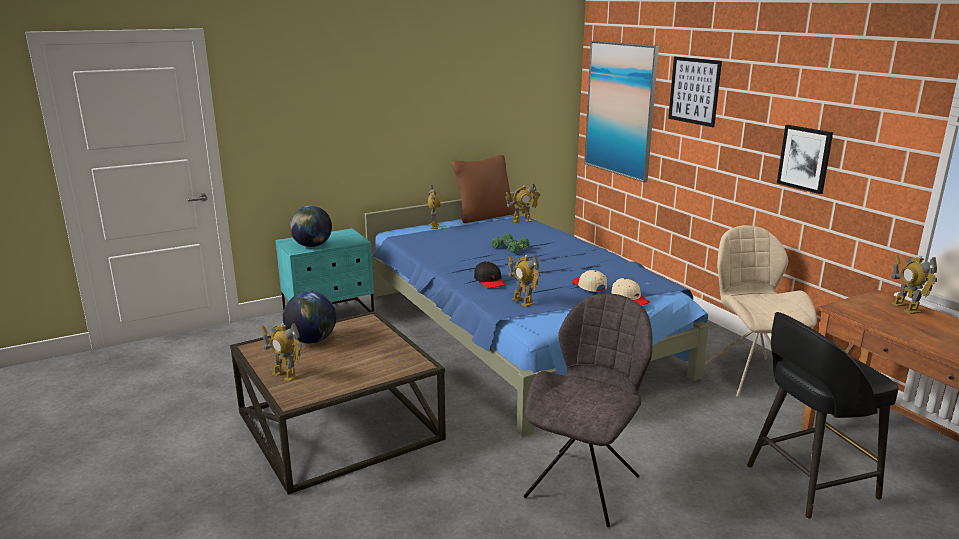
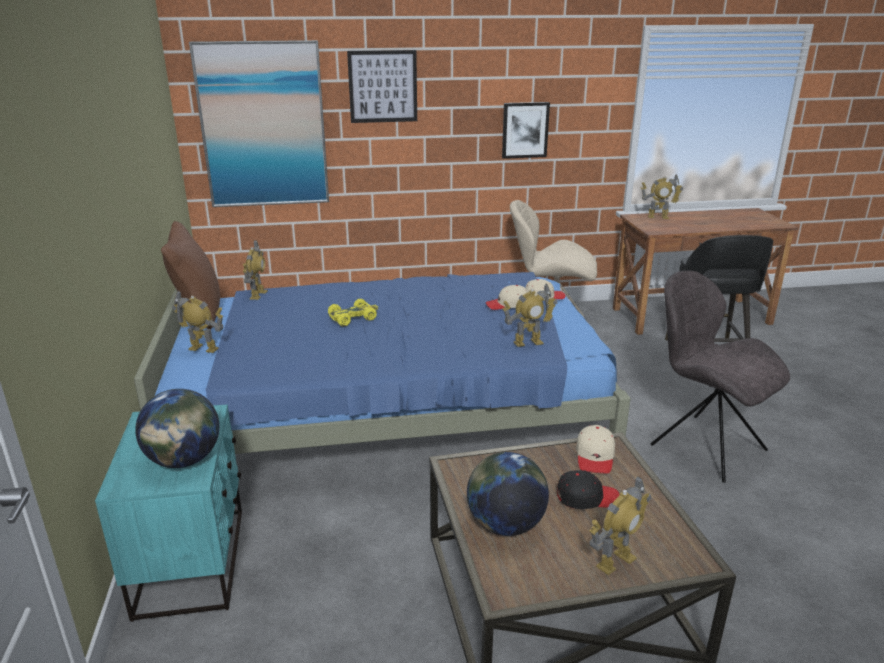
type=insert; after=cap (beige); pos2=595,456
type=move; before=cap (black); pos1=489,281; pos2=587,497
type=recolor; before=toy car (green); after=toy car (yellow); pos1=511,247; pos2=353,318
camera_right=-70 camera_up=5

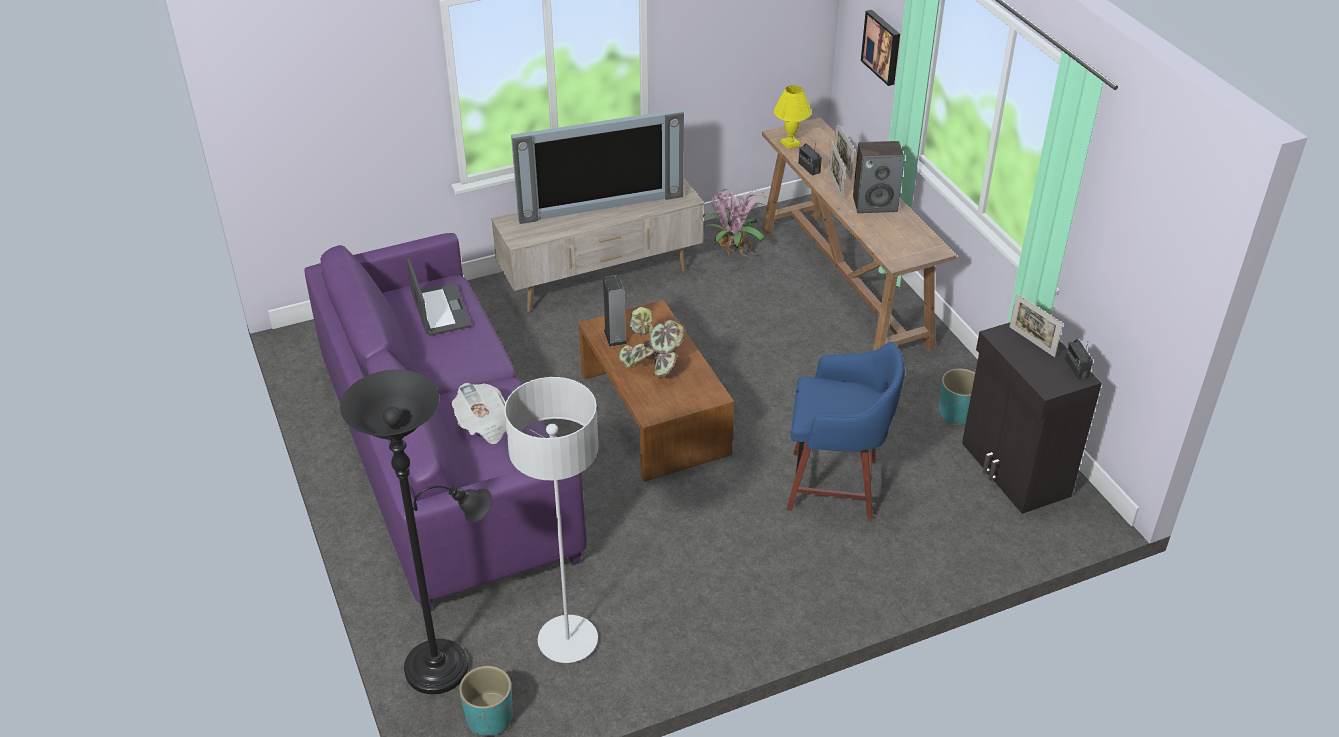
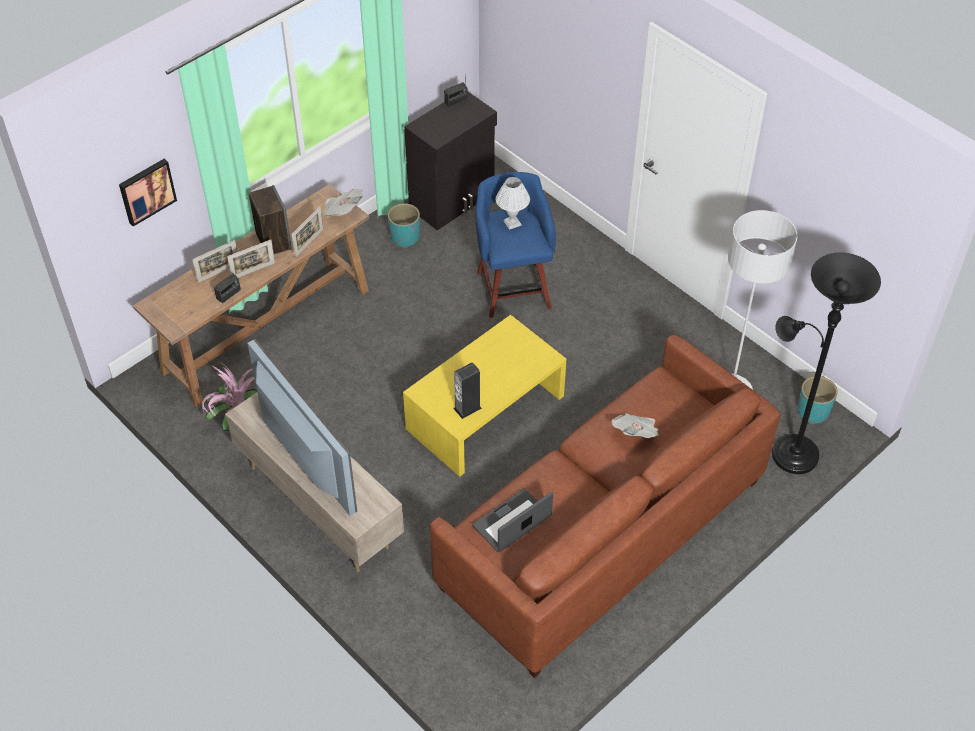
type=delete; before=potted plant; pos1=654,363
type=delete; before=table lamp (yellow); pos1=790,143
type=insert; after=newspaper; pos2=343,211
type=insert; after=table lamp (white); pos2=511,223
type=move; before=picture frame; pos1=1031,341; pos2=309,243
type=recolor; before=sofa (purple); after=sofa (brown); pos1=445,458; pos2=602,534
type=recolor; before=coffee table (brown); after=coffee table (yellow); pos1=653,414; pos2=486,413
camera_right=-110 camera_up=10

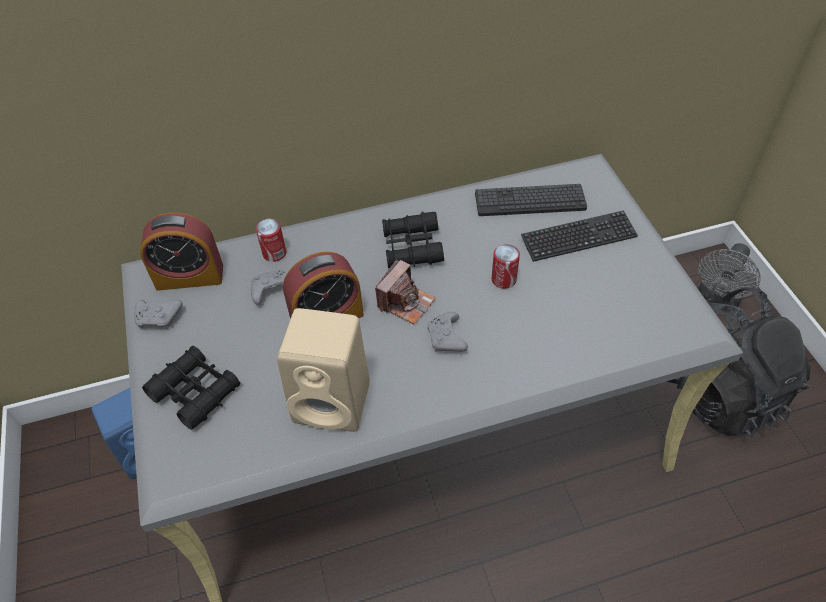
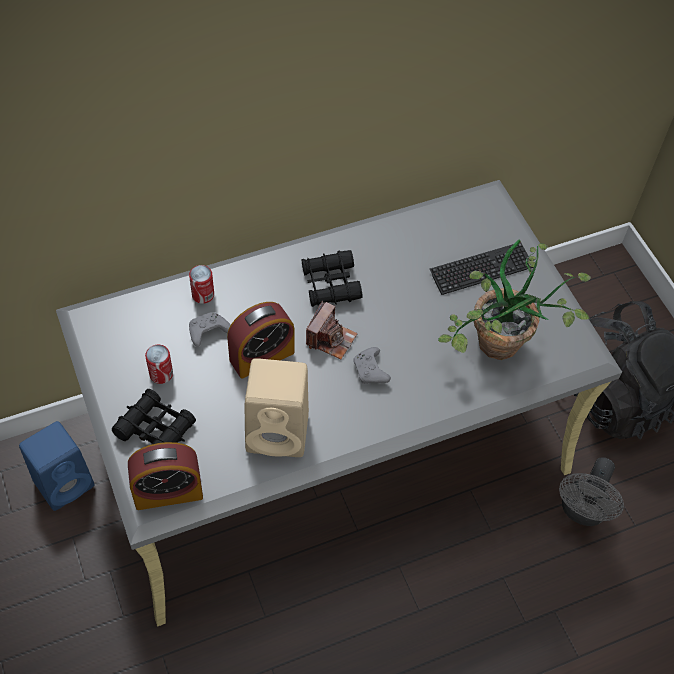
type=delete; before=game controller (grey); pos1=159,318
type=delete; before=keyboard; pos1=530,201
type=insert; after=potted plant; pos2=495,352
type=move; before=alarm clock; pos1=189,276; pos2=168,492
type=move; before=can; pos1=503,279; pos2=161,374
type=move; before=fan (grey); pos1=716,301; pos2=582,512
camera_right=-10 camera_up=5

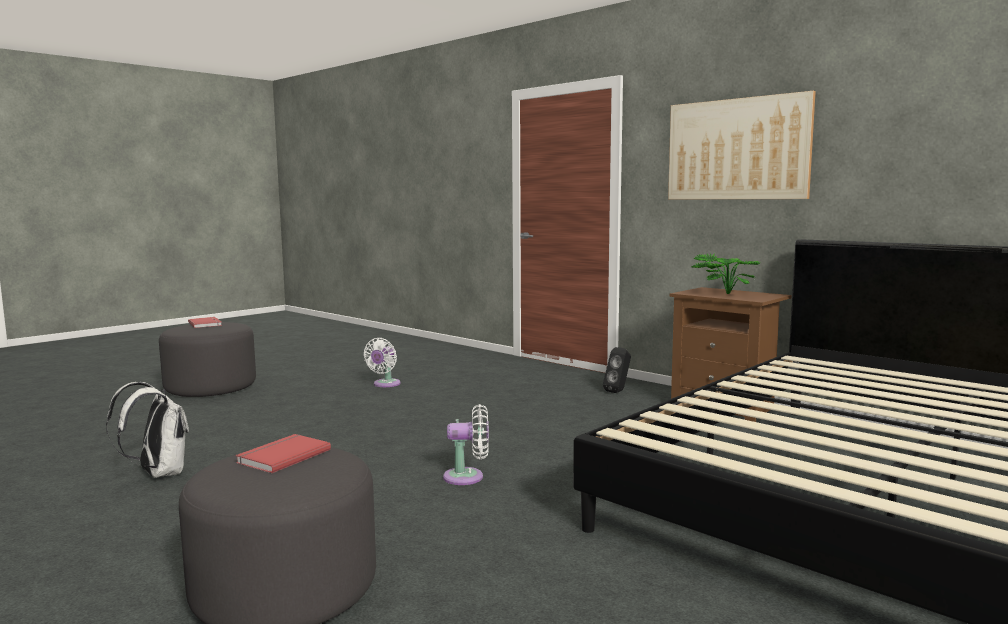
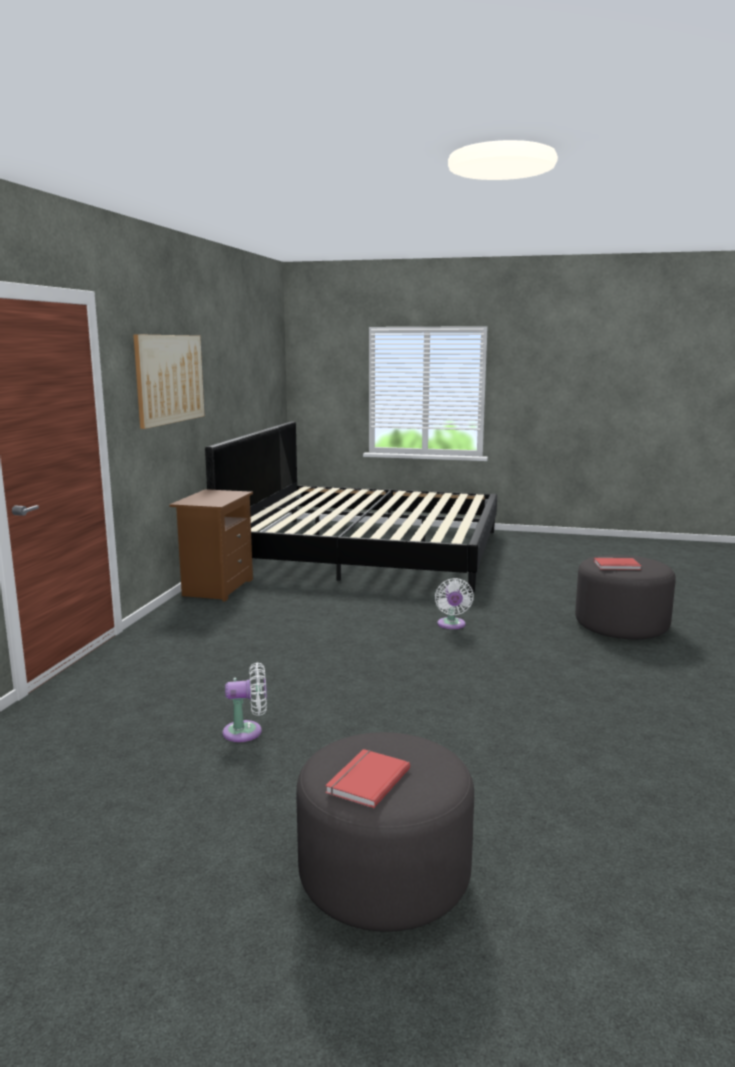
type=delete; before=backpack (white); pos1=158,474
type=delete; before=speaker (black); pos1=618,391
type=delete; before=potted plant; pos1=723,294
type=rotate; before=fan (white); pos1=468,477; pos2=451,625; turn=-150
camera_right=-120 camera_up=5

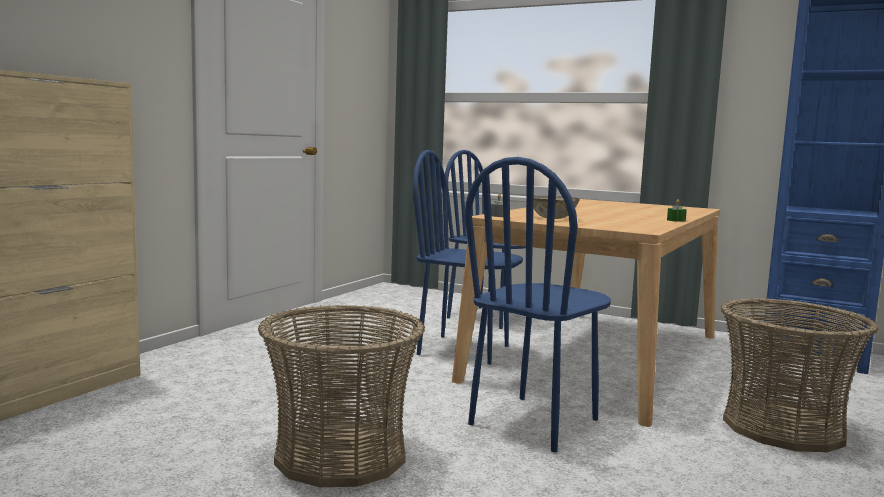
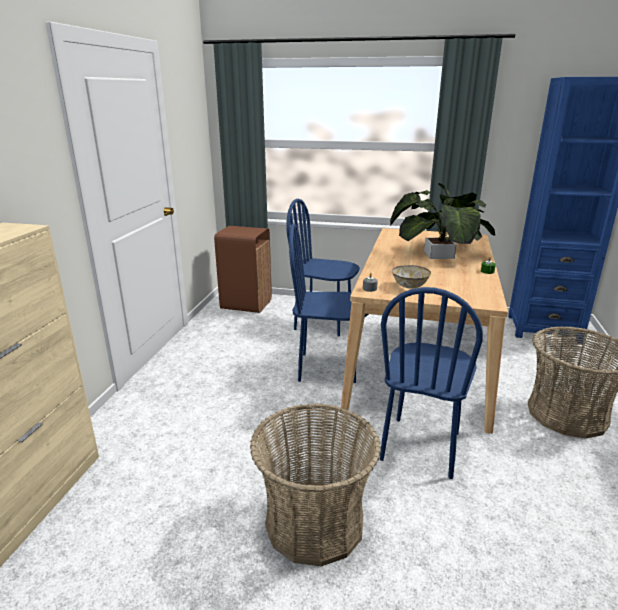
type=insert; after=trash can (brown); pos2=246,304
type=insert; after=potted plant; pos2=439,255
camera_right=-15 camera_up=15

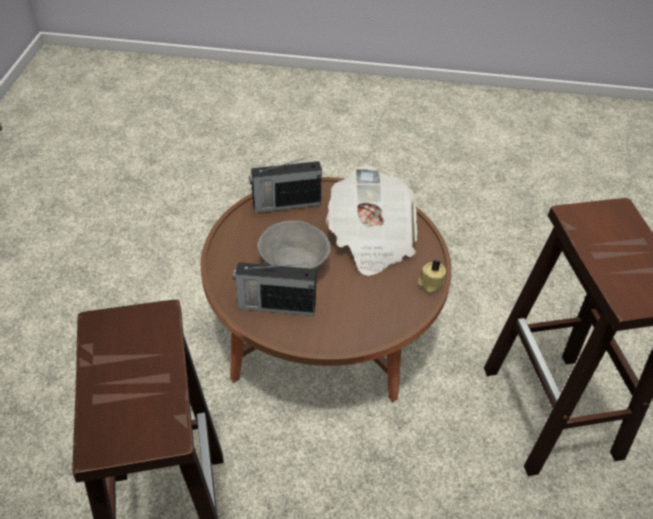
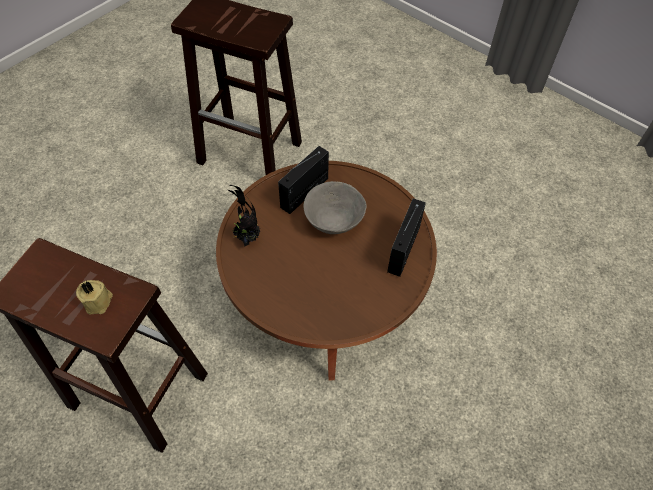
type=delete; before=newspaper; pos1=371,240
type=insert; after=potted plant; pos2=246,237
type=move; before=candle (beige); pos1=430,283; pos2=99,302
camera_right=125 camera_up=10

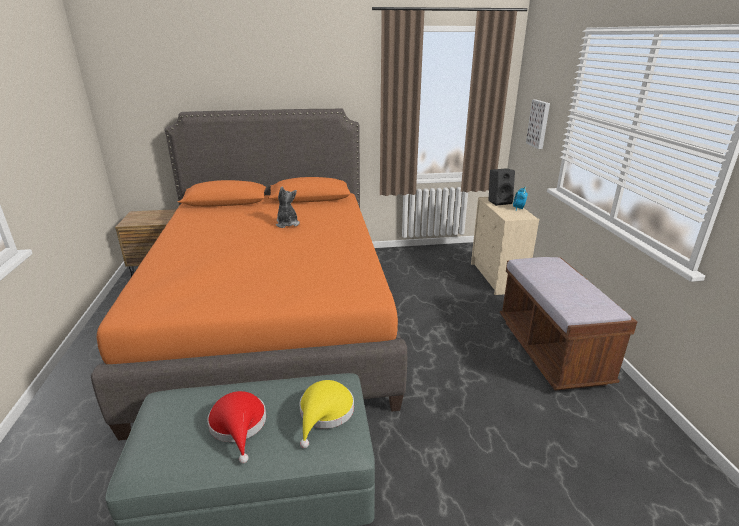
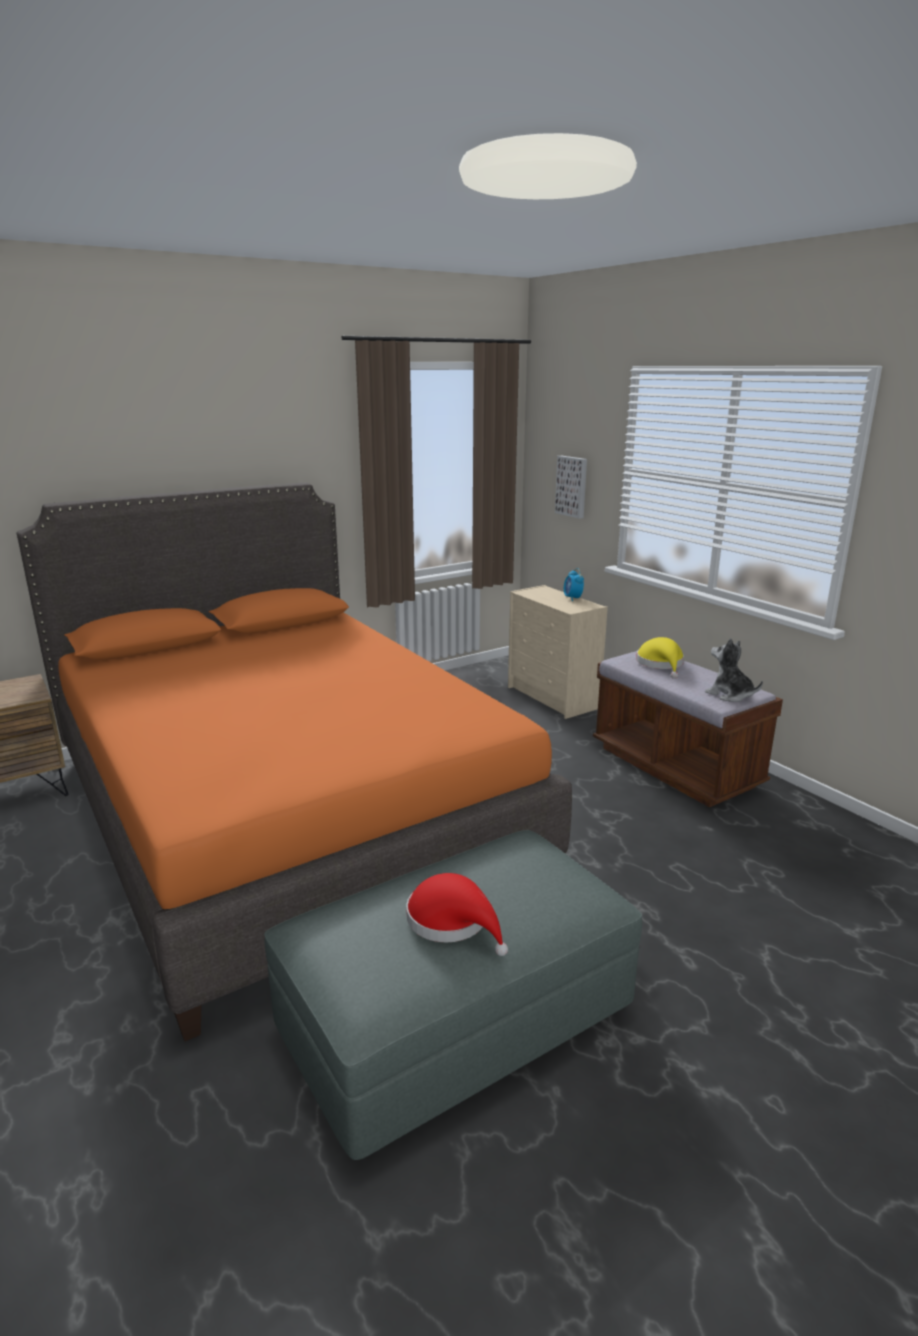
type=delete; before=speaker (black); pos1=499,201
type=move; before=plush toy; pos1=287,224; pos2=729,695
type=move; before=hat (yellow); pos1=325,413; pos2=661,664
camera_right=-25 camera_up=-5

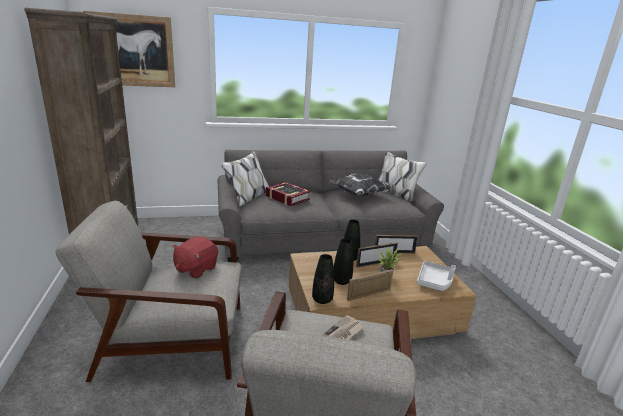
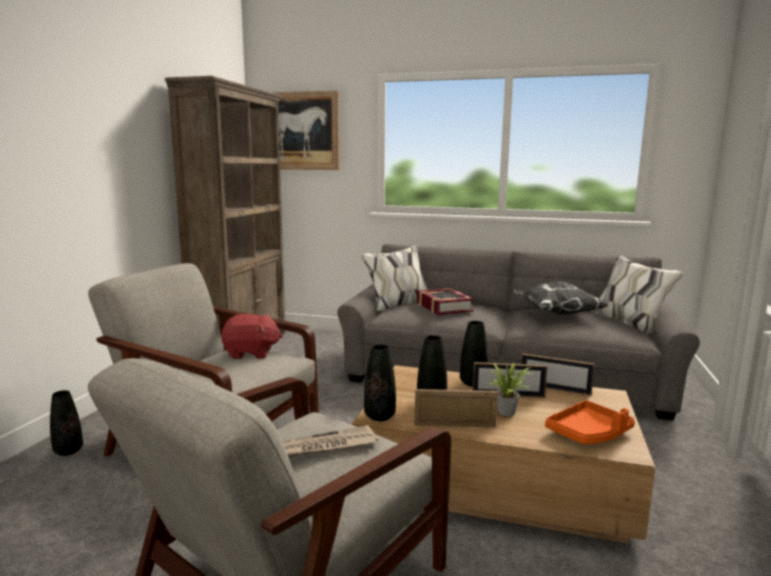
type=insert; after=vase (black); pos2=68,451
type=recolor; before=tray (grey); after=tray (orange); pos1=435,281; pos2=589,433
type=rotate; before=plush toy (red); pos1=195,269; pos2=251,353; turn=-150
camera_right=30 camera_up=-10

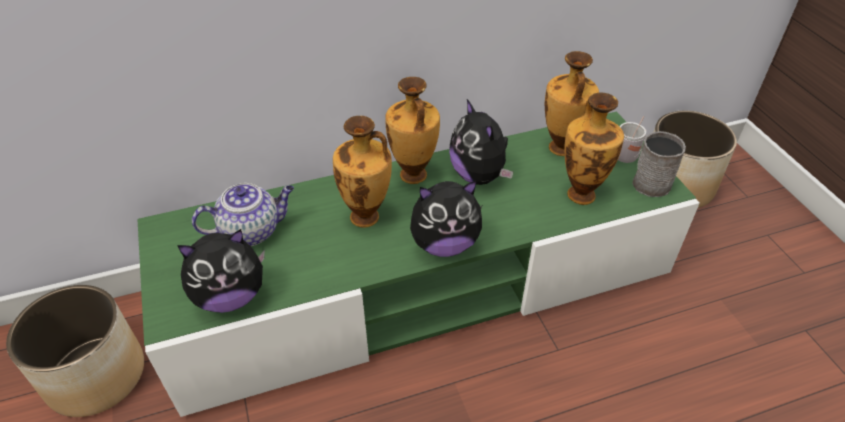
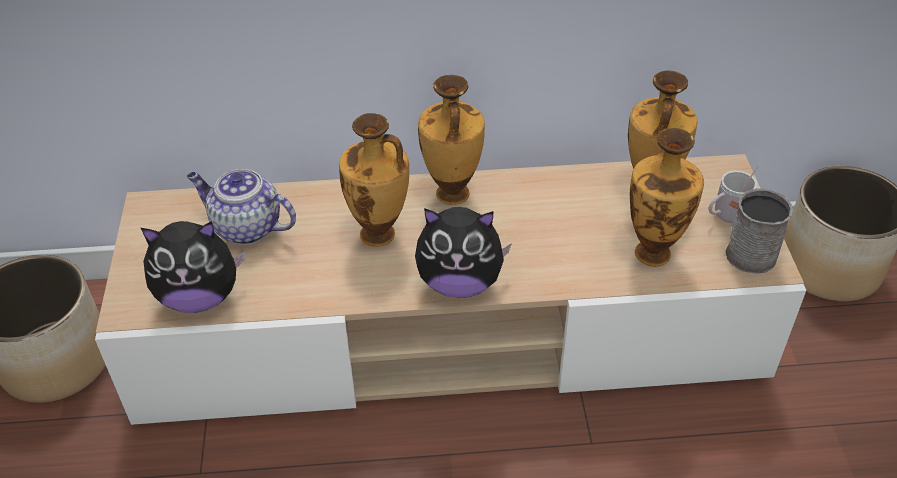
type=delete; before=plush toy; pos1=479,175
type=recolor; before=tv stand (green); after=tv stand (beige); pos1=422,285; pos2=449,332
type=rotate; before=teapot; pos1=252,230; pos2=245,227; turn=-150
camera_right=15 camera_up=0

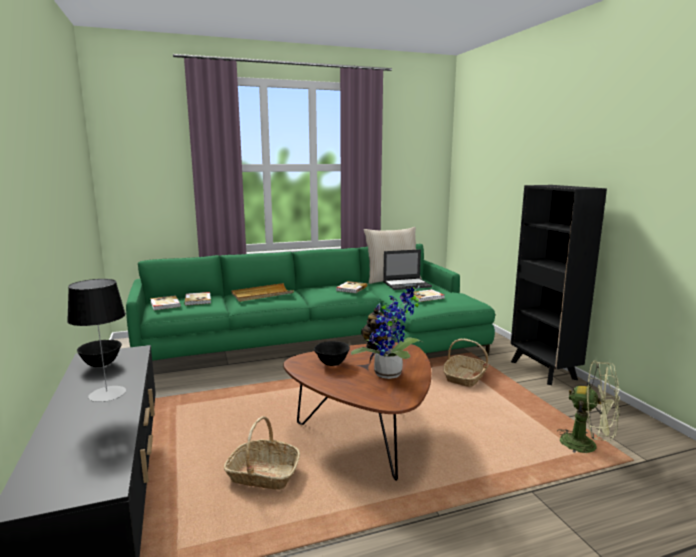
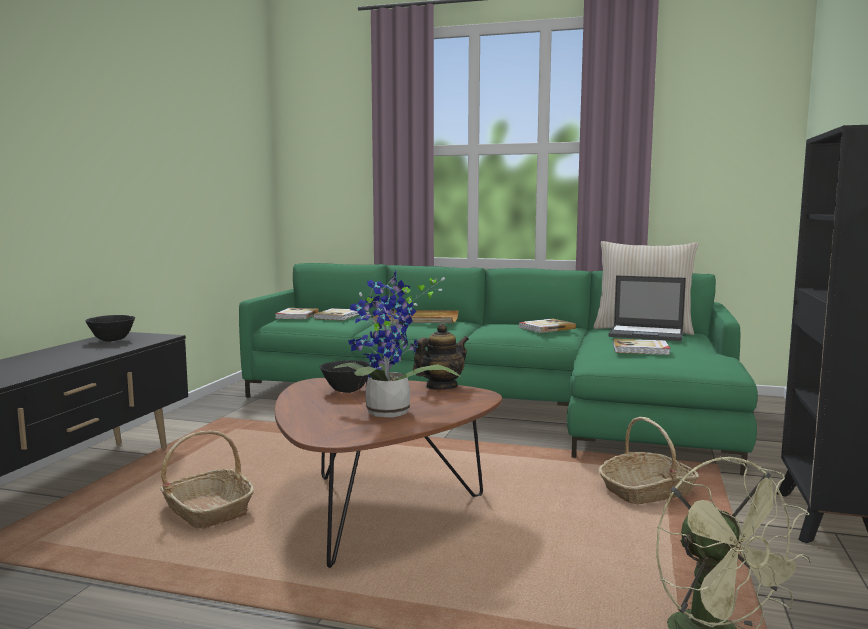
type=delete; before=table lamp; pos1=107,394
camera_right=35 camera_up=-5

